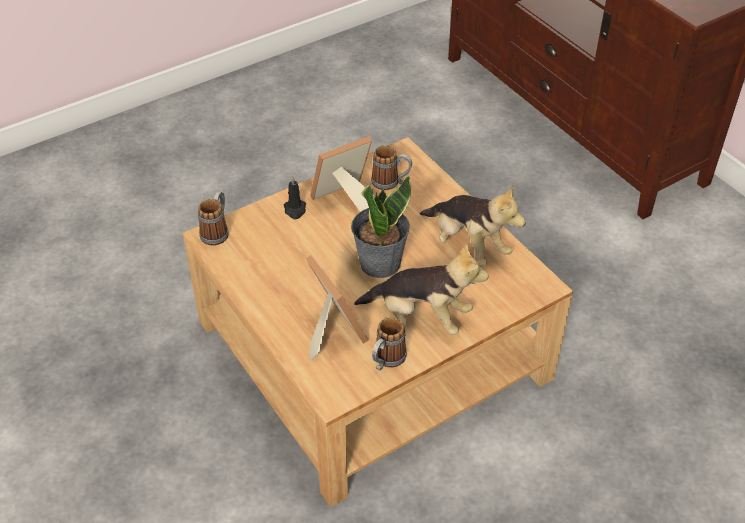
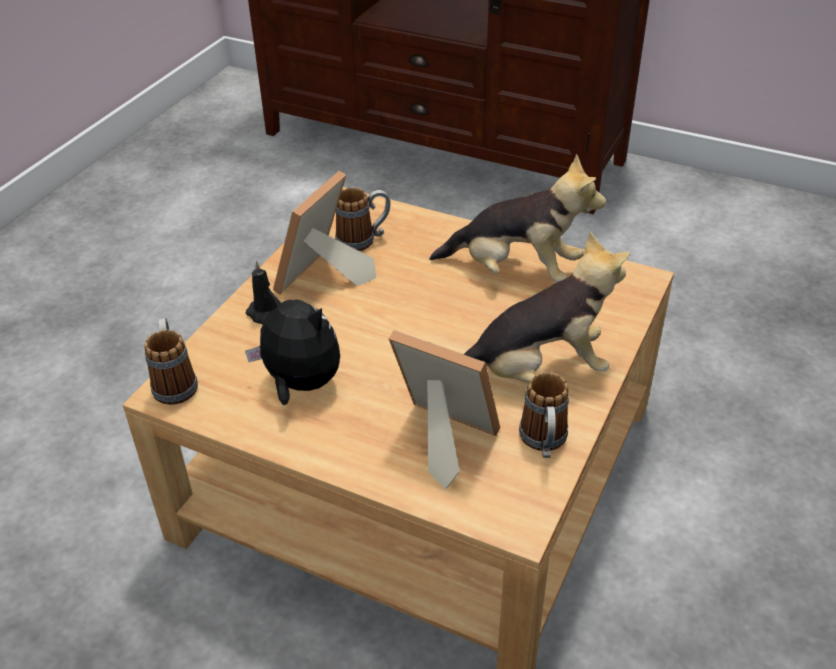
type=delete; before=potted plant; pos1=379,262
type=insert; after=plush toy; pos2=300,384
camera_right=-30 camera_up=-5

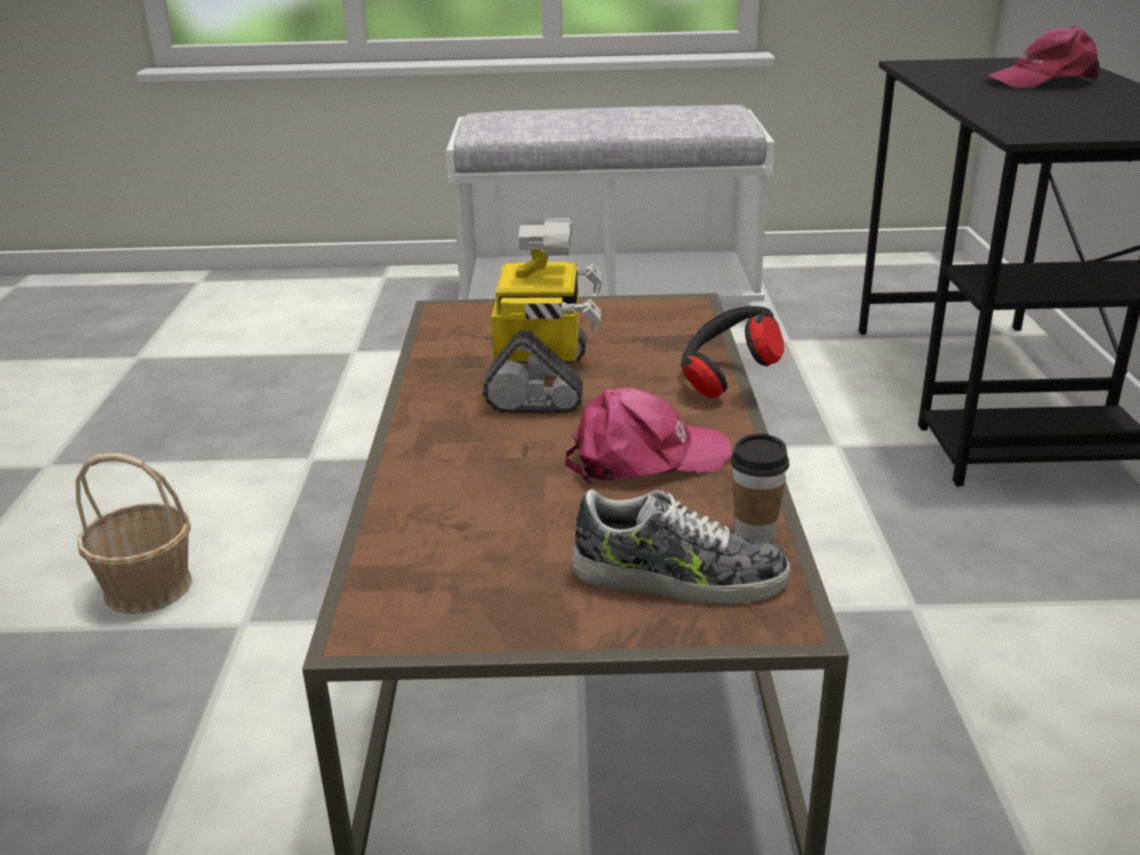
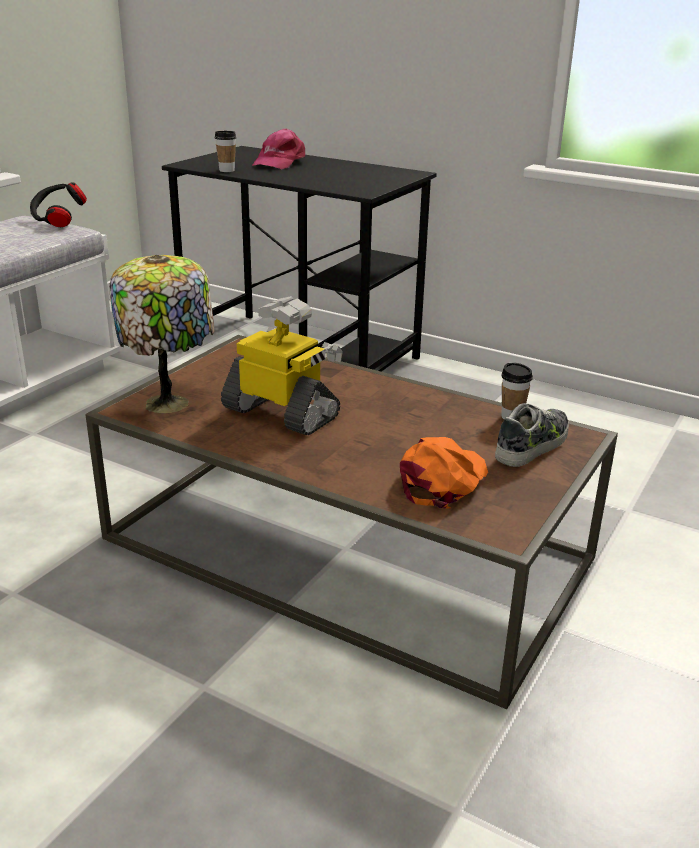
type=delete; before=basket; pos1=148,588
type=delete; before=cap (pink); pos1=644,458
type=insert; after=table lamp; pos2=170,402
type=insert; after=cup; pos2=227,170
type=insert; after=cap (orange); pos2=442,481
type=move; before=headphones (black); pos1=726,381; pos2=58,222
camera_right=-60 camera_up=0

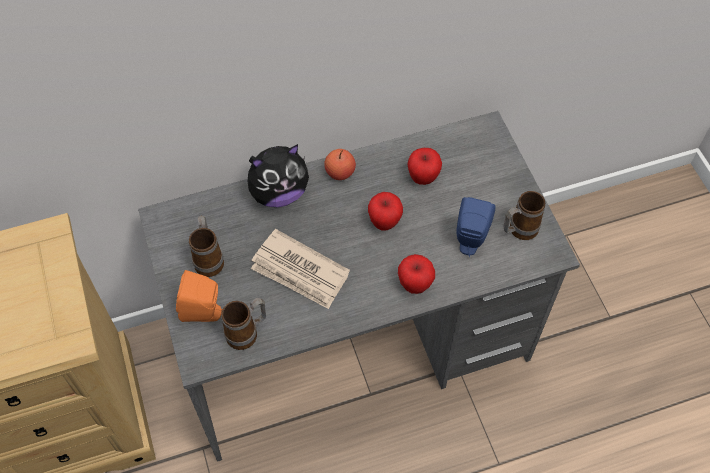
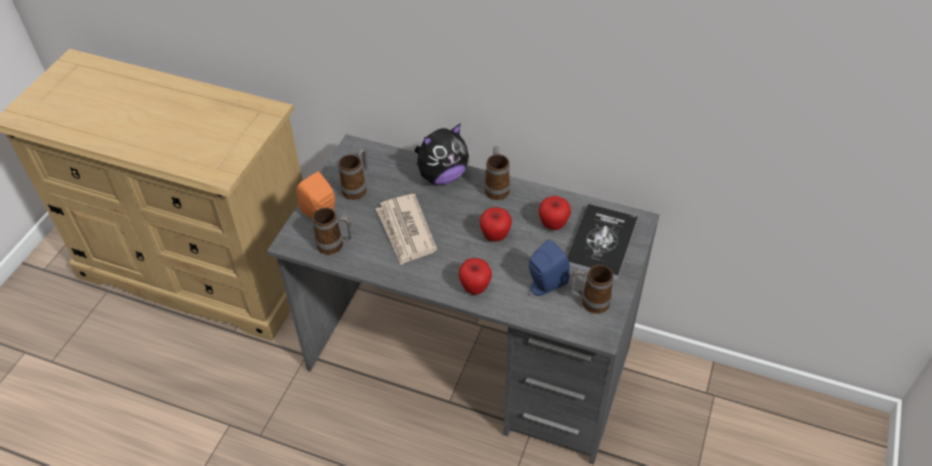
type=insert; after=book; pos2=601,242
type=replace; before=apple; after=mug; pos1=340,172; pos2=497,187
type=rotate; before=plush toy; pos1=279,193; pos2=442,176; turn=-45
camera_right=40 camera_up=-10

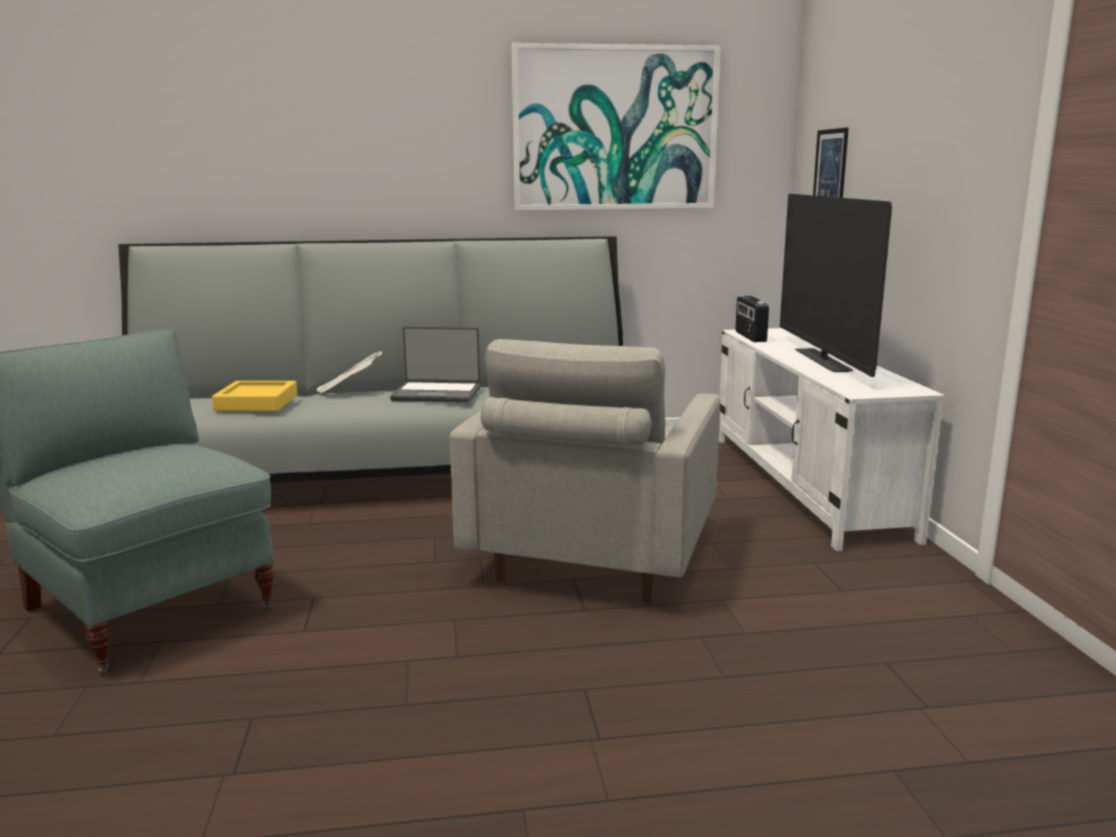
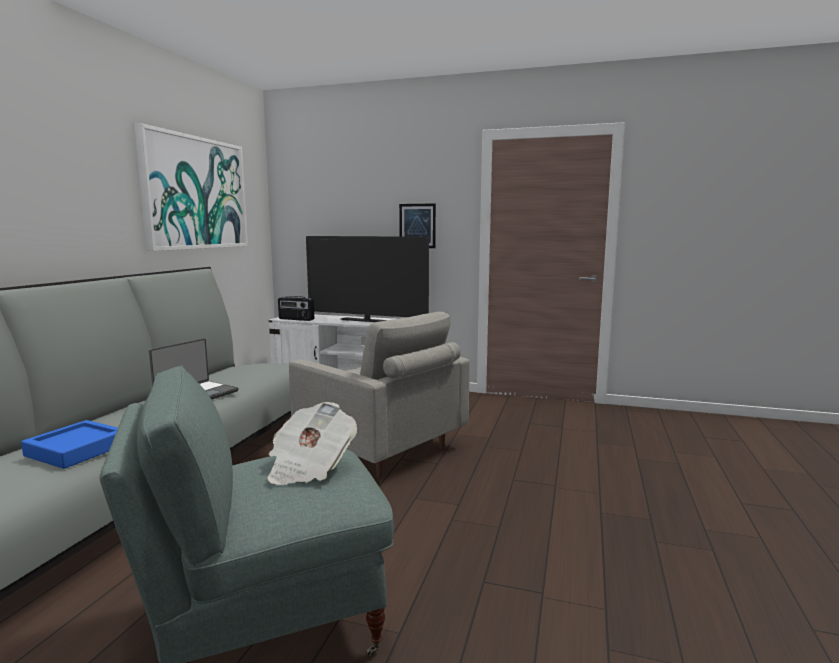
type=move; before=newspaper; pos1=348,391; pos2=309,466
type=move; before=picture; pos1=830,168; pos2=417,226
type=recolor; before=tray (yellow); after=tray (blue); pos1=257,403; pos2=77,450
camera_right=-65 camera_up=-5

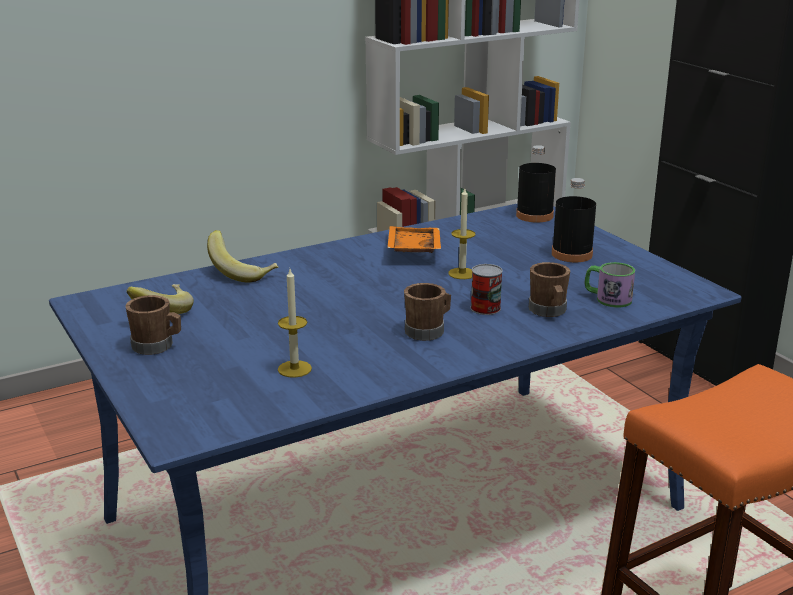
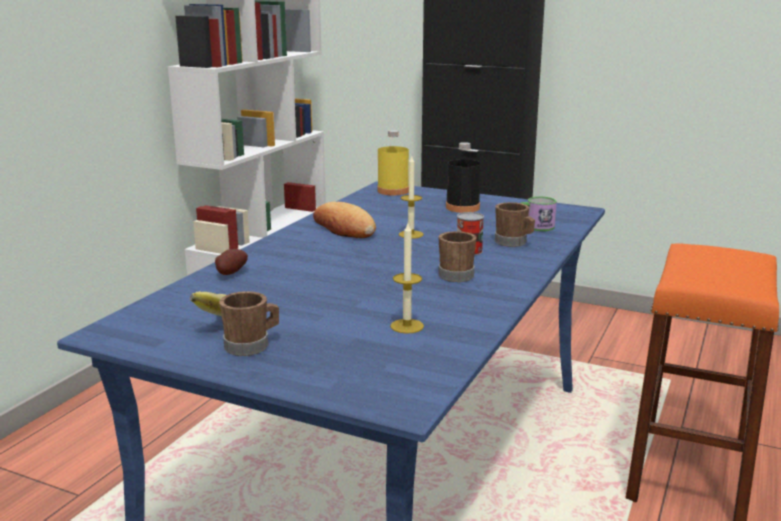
type=replace; before=banana; after=potato; pos1=243,273; pos2=230,274
type=replace; before=tray (orange); after=bread; pos1=412,250; pos2=344,228
type=recolor; before=bottle (black); after=bottle (yellow); pos1=534,215; pos2=393,191
camera_right=-35 camera_up=-5

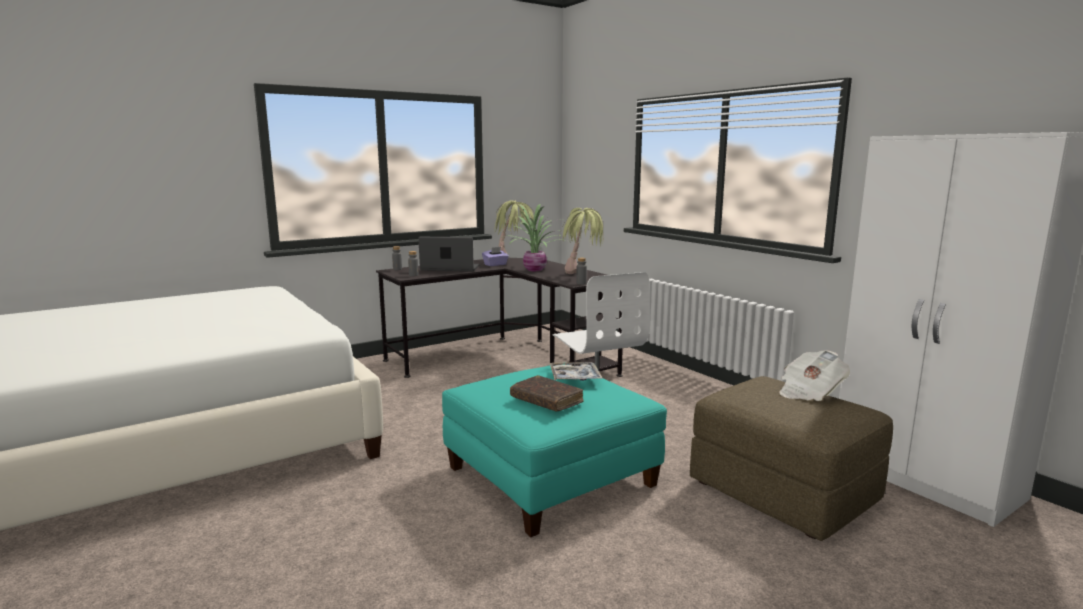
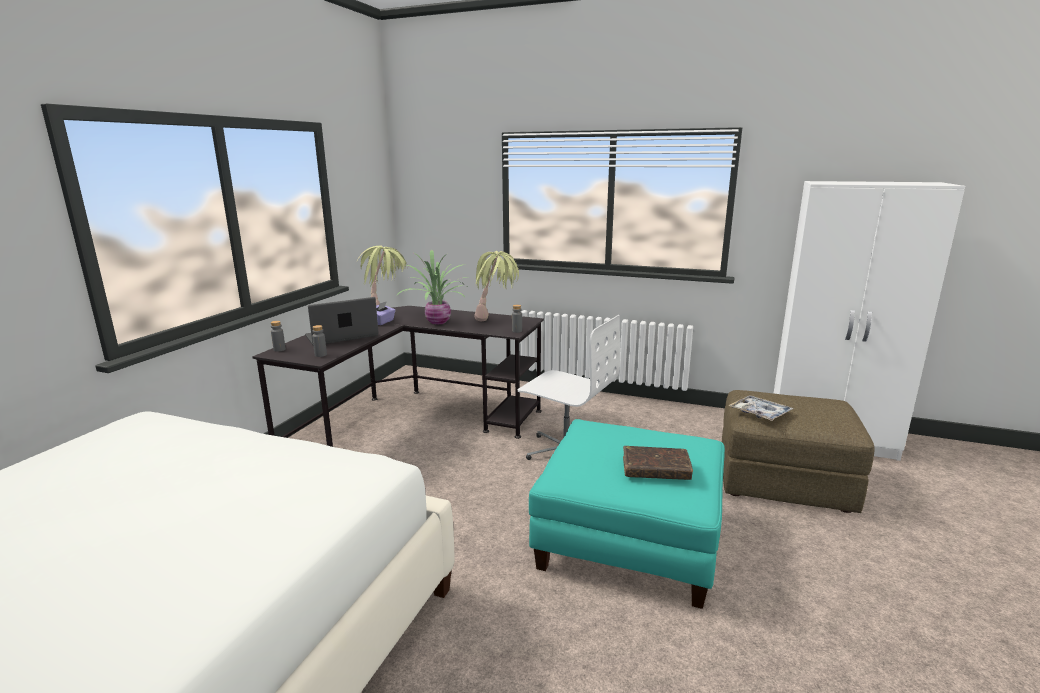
type=delete; before=newspaper; pos1=809,392
type=move; before=tray; pos1=574,377; pos2=759,413
camera_right=-35 camera_up=5

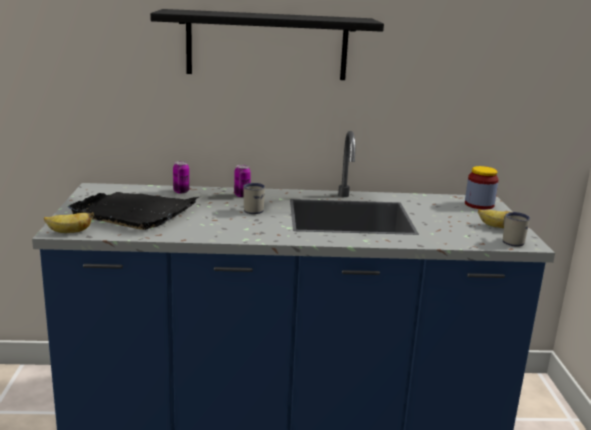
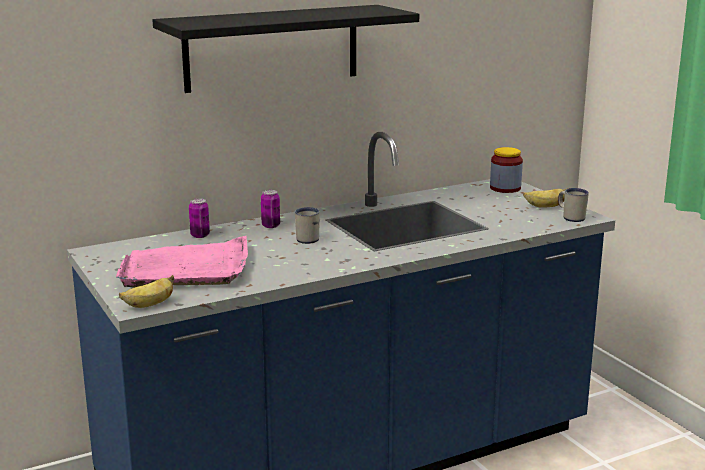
type=recolor; before=tray (black); after=tray (pink); pos1=135,212; pos2=186,268
camera_right=-25 camera_up=0

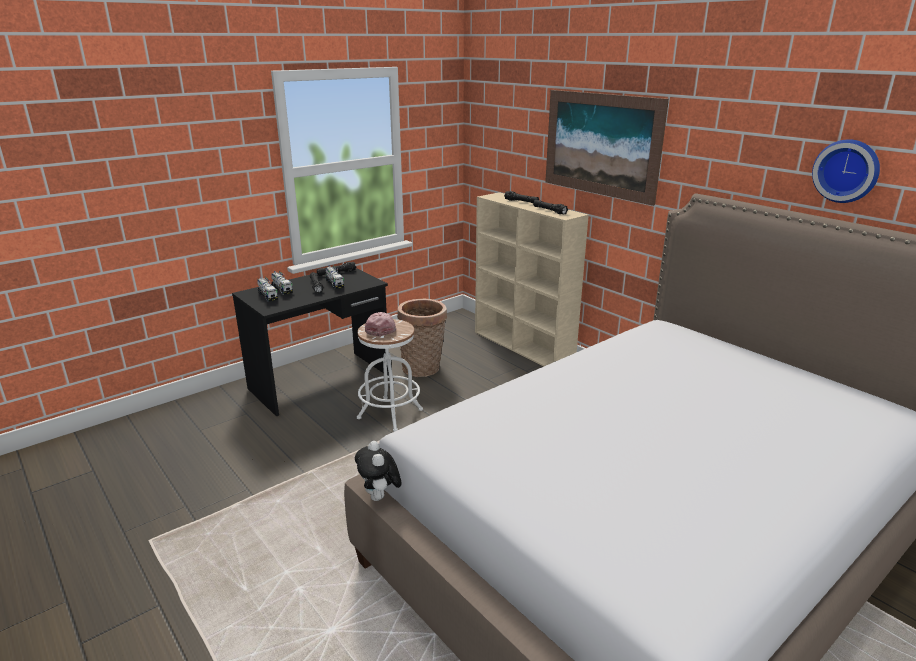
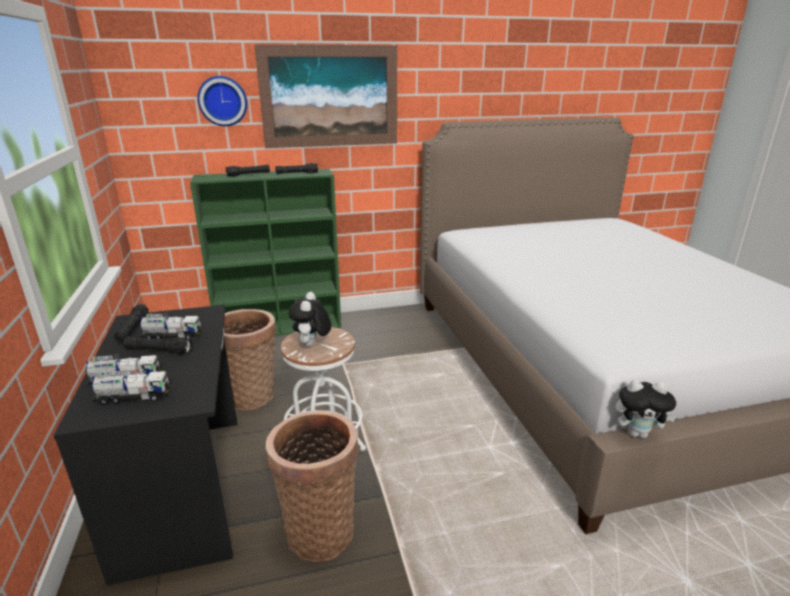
type=insert; after=basket; pos2=319,529
type=move; before=wall clock; pos1=847,170; pos2=222,101
type=replace; before=cap (pink); after=plush toy; pos1=381,328; pos2=312,345
type=recolor; before=bookcase (beige); after=bookcase (green); pos1=524,347; pos2=281,327
camera_right=-65 camera_up=0

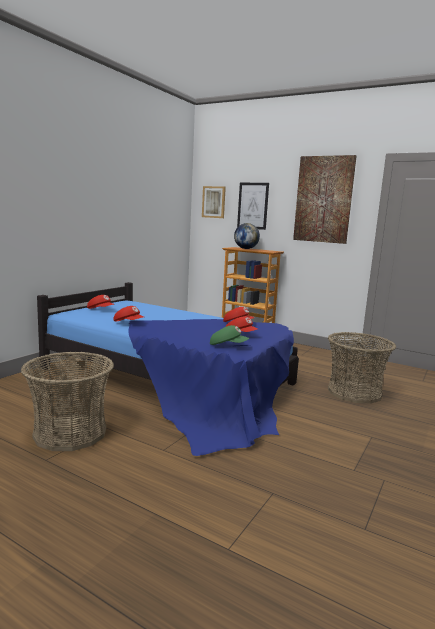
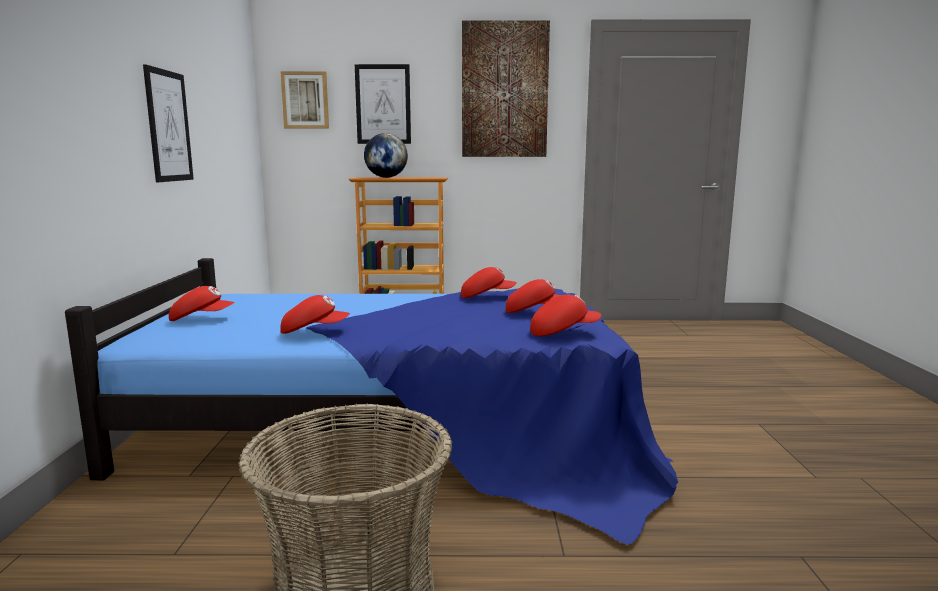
type=delete; before=basket; pos1=354,392
type=insert; after=picture; pos2=168,126
type=recolor; before=cap (green); after=cap (red); pos1=228,345; pos2=563,332
camera_right=-30 camera_up=0

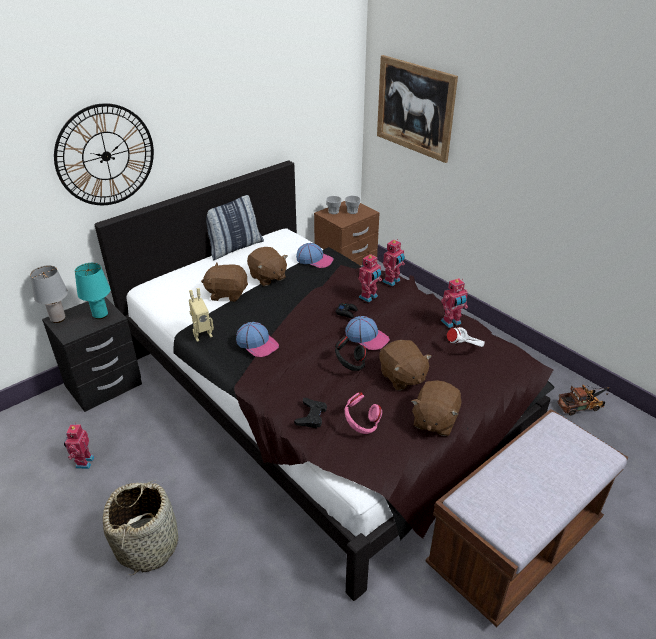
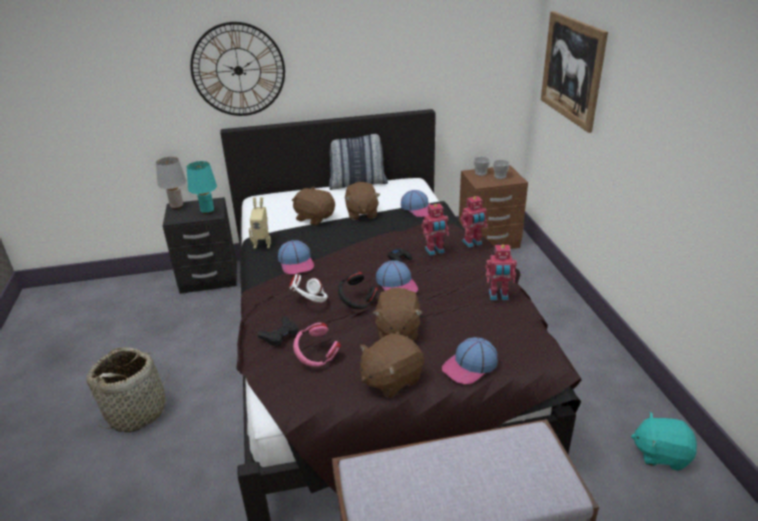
type=delete; before=toy robot; pos1=83,462
type=insert; after=cap; pos2=470,366
type=move; before=headphones (white); pos1=464,348; pos2=310,301
type=replace; before=toy truck; after=plush toy (turquoise); pos1=582,406; pos2=661,454
camera_right=30 camera_up=-5

